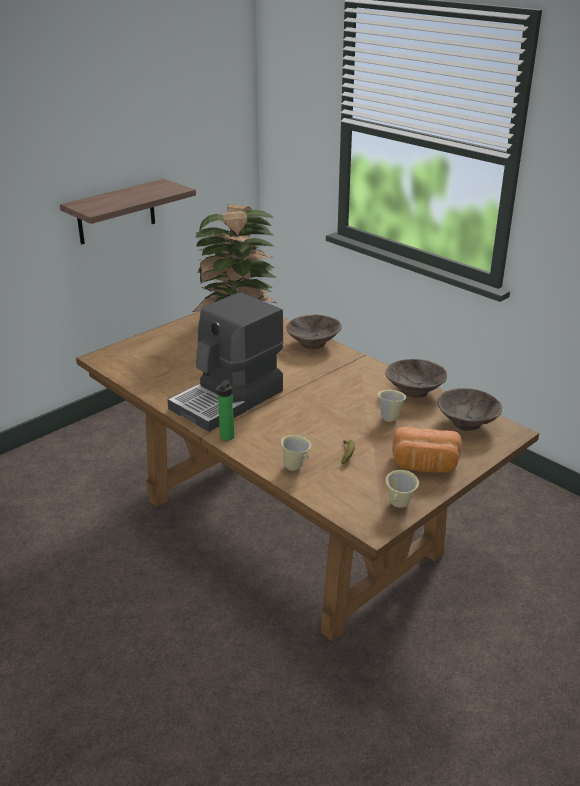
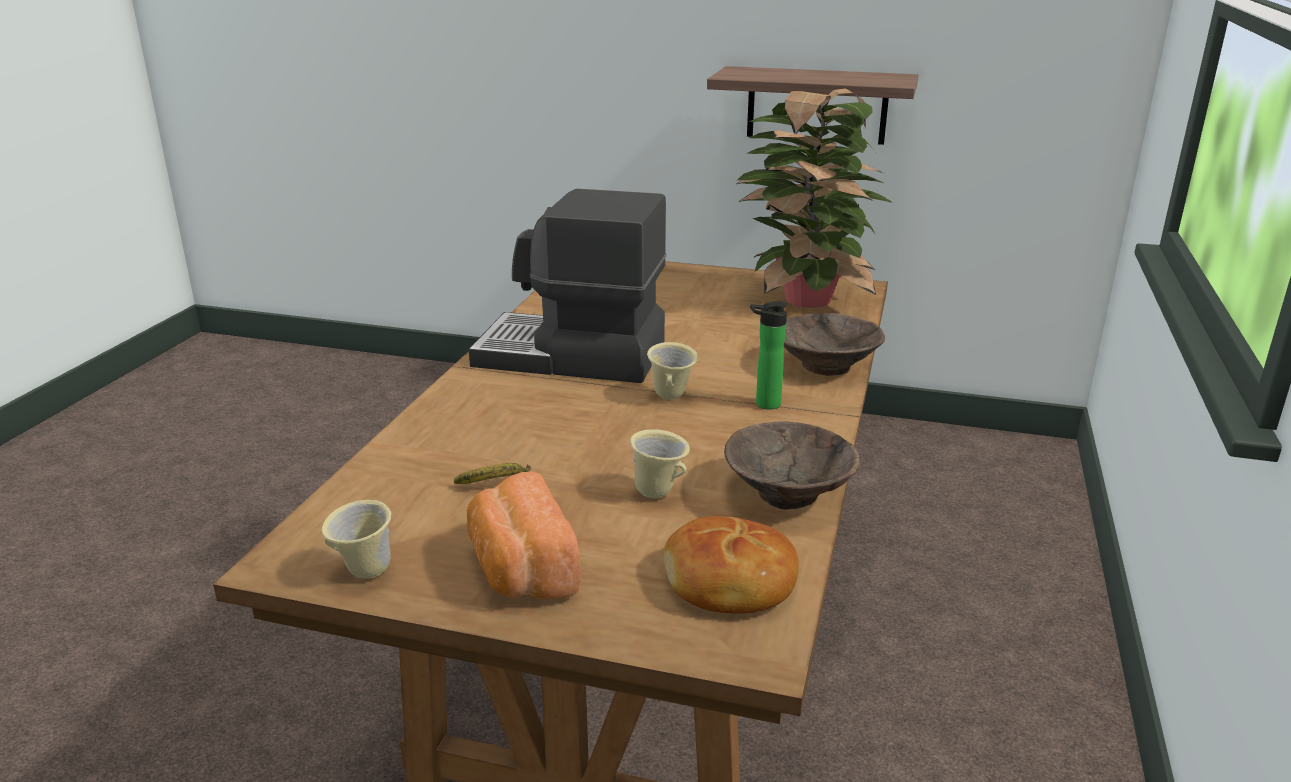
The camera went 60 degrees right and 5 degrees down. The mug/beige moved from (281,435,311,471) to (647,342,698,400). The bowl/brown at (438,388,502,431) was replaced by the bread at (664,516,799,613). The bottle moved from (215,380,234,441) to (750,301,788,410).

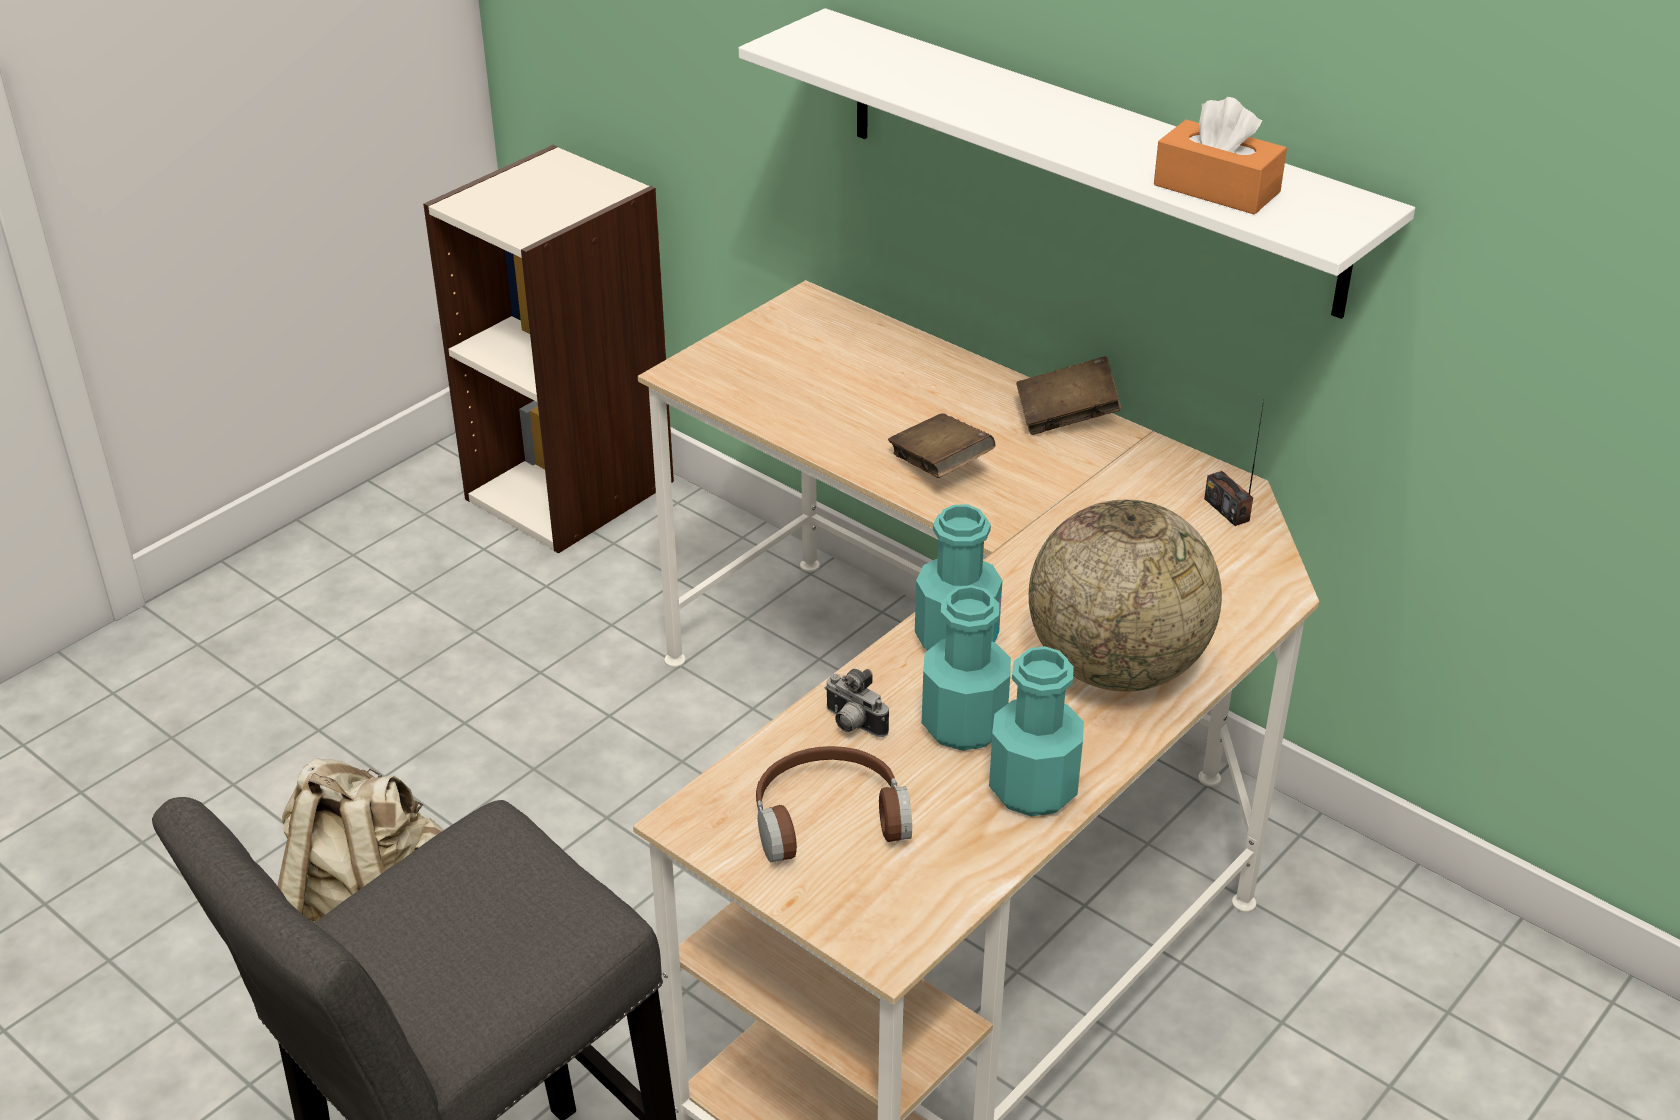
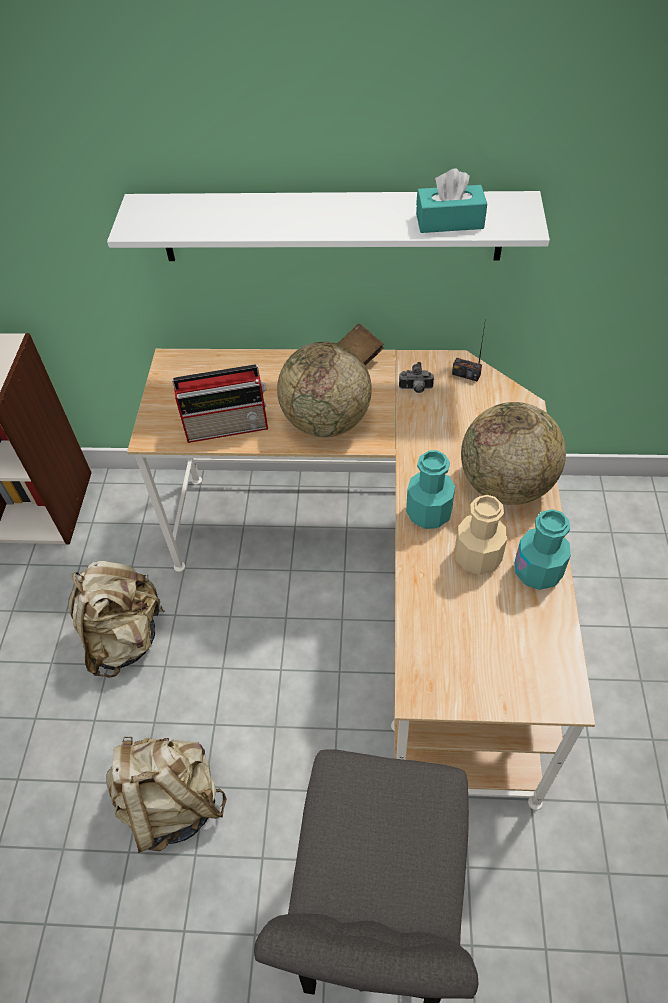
The camera went 35 degrees left and 15 degrees up. The backpack/beige at (68,561,165,678) appeared. The radio at (172,364,268,443) appeared. The book/brown at (888,413,996,478) was replaced by the globe at (277,341,372,437). The photo camera moved from (824,669,889,737) to (399,362,434,393). The tissue box/orange at (1154,97,1287,215) became the tissue box/turquoise at (416,168,487,233). The bottle/turquoise at (922,585,1011,751) became the bottle/beige at (455,495,507,575). The headphones/brown at (756,746,912,863) disappeared.

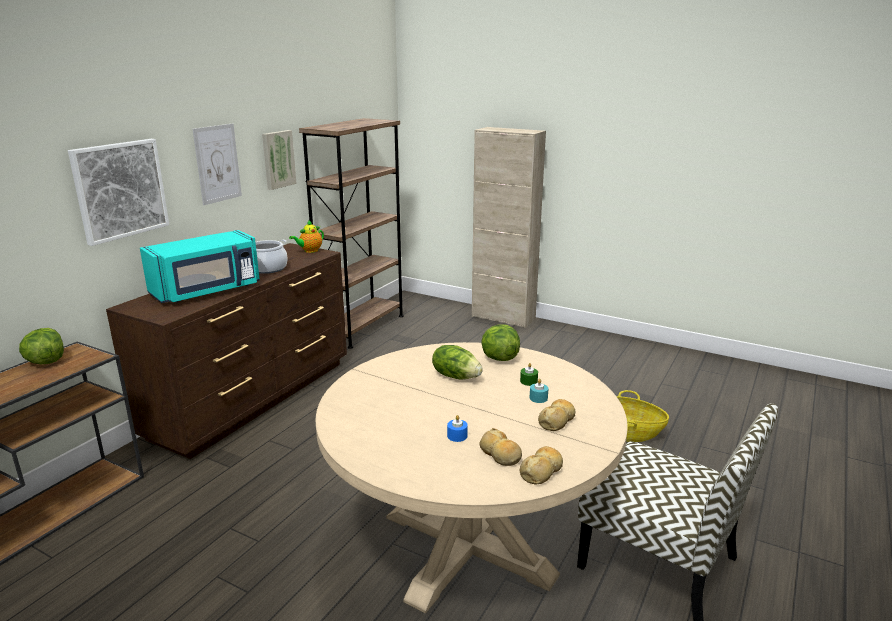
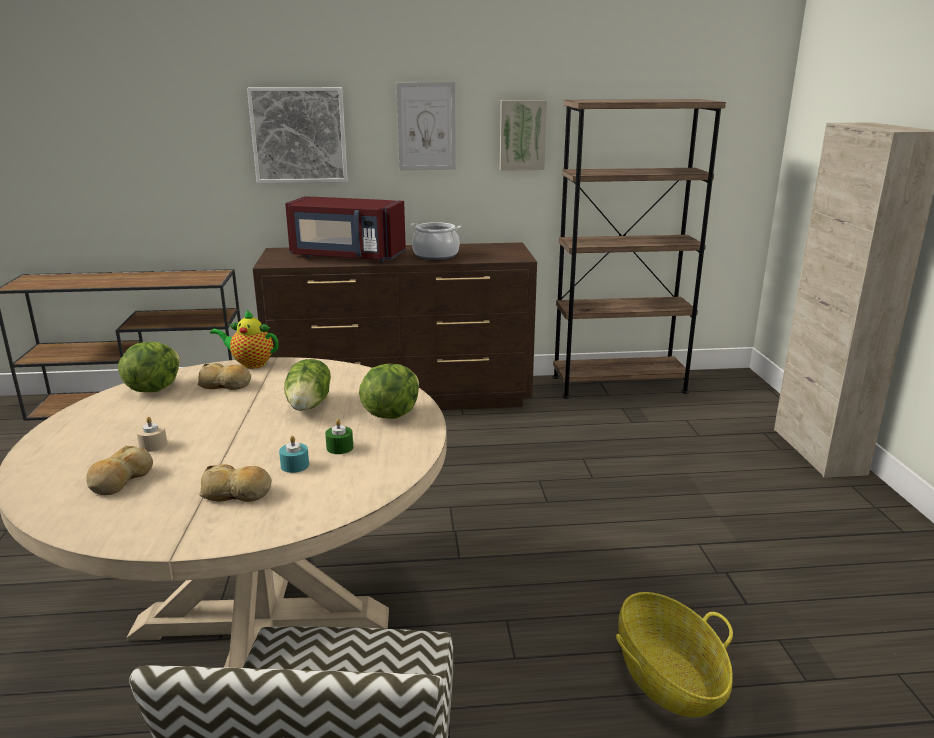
The camera went 55 degrees right and 0 degrees up. The lettuce moved from (19,328,64,364) to (118,342,180,392). The candle/blue at (447,415,468,442) became the candle/beige at (136,417,167,452). The bread moved from (520,446,563,484) to (197,363,251,390). The teapot moved from (289,220,324,253) to (210,309,279,369). The microwave/turquoise at (140,230,260,303) became the microwave/red at (285,196,406,262).

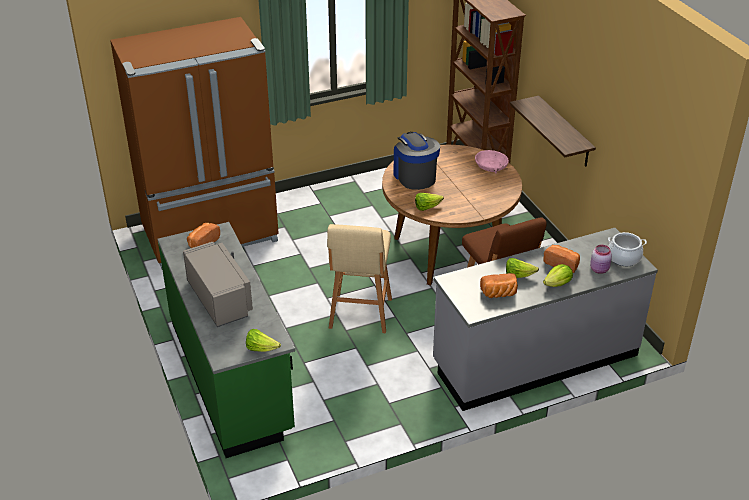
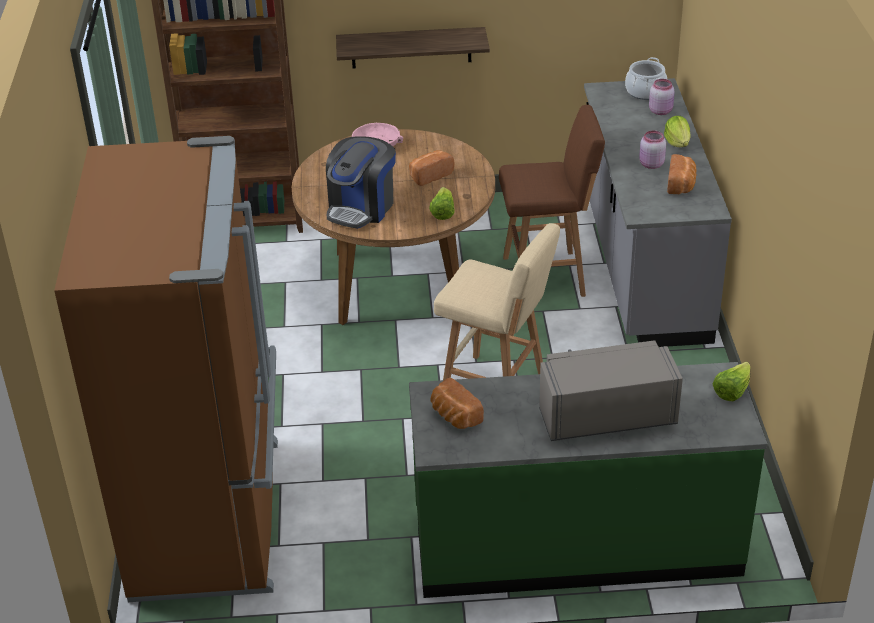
The camera went 70 degrees left and 0 degrees up. The coffee machine at (394,132,440,190) turned 60 degrees counterclockwise. The bread moved from (543,245,580,273) to (409,150,455,186). The lettuce at (506,258,539,278) was replaced by the jar/pink at (639,131,666,169).

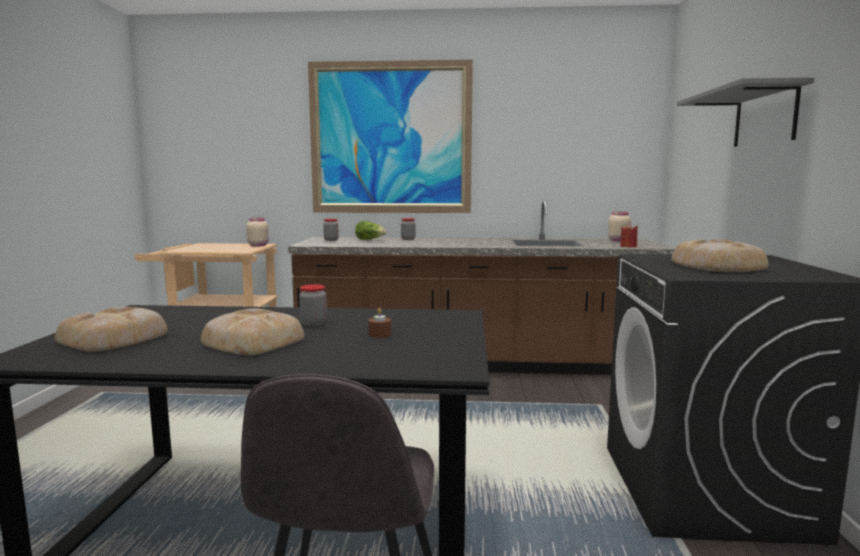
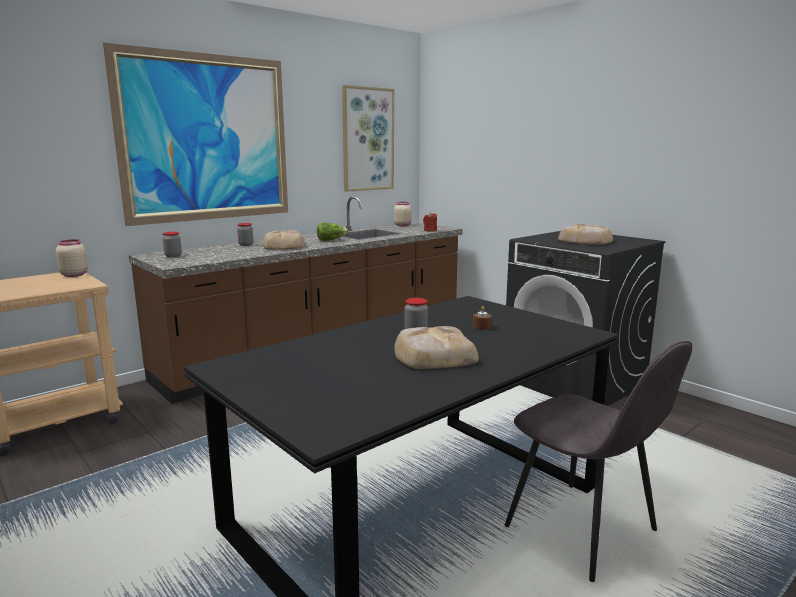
The camera went 45 degrees left and 5 degrees up. The bread moved from (55,307,168,352) to (263,230,305,250). The lettuce moved from (355,221,387,240) to (317,223,349,241). The picture at (342,85,394,192) appeared. The shelf/grey at (677,77,814,147) disappeared.

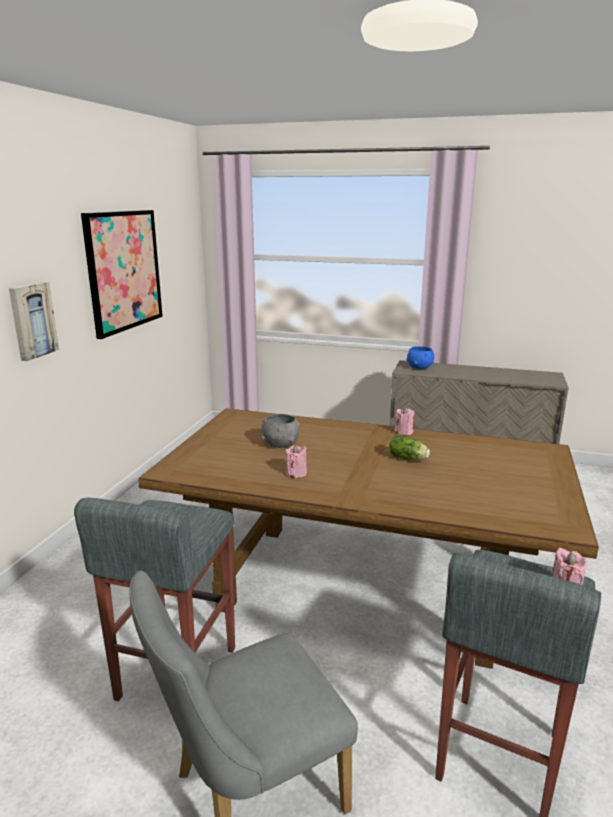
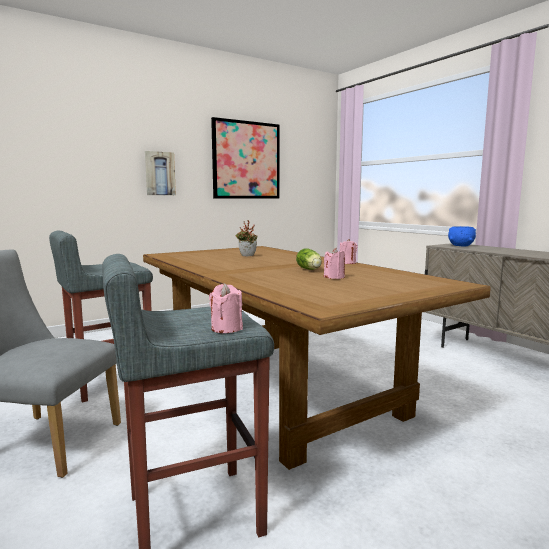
The camera went 40 degrees right and 10 degrees down. The bowl/grey at (261,414,299,448) was replaced by the potted plant at (236,220,257,256). The candle/pink moved from (286,444,307,478) to (324,248,345,279).

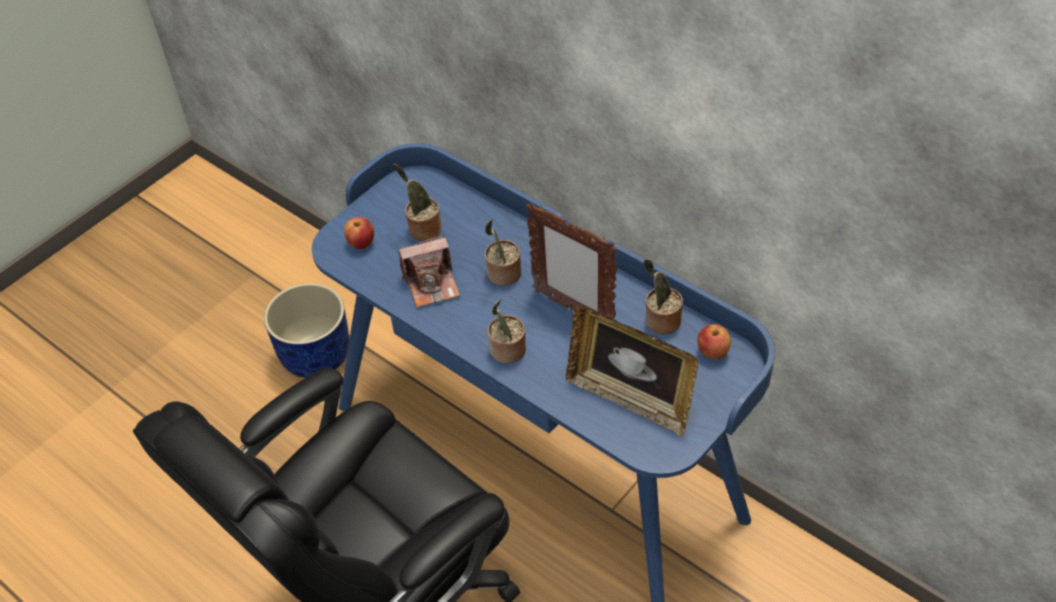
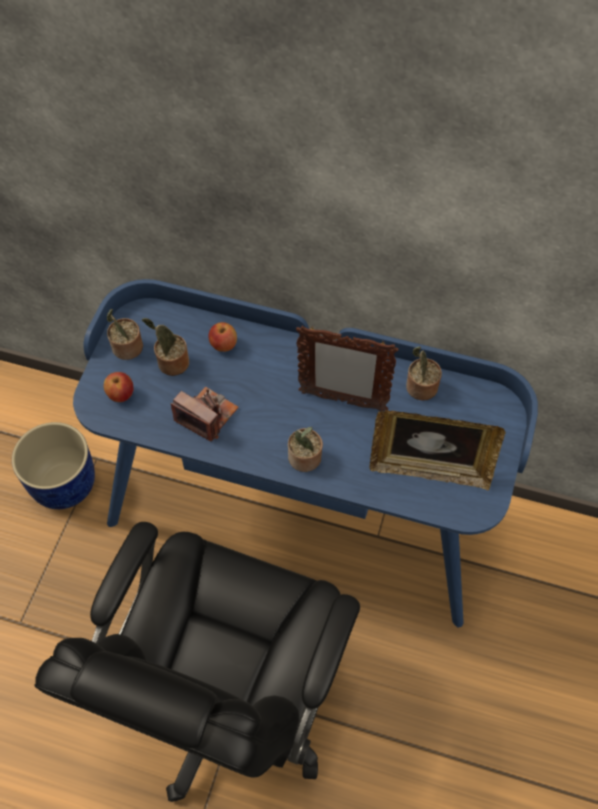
The camera went 25 degrees left and 10 degrees up. The potted plant moved from (485,219,521,286) to (107,309,143,360). The photo camera at (398,235,460,308) turned 105 degrees counterclockwise. The apple moved from (698,324,731,359) to (208,322,237,352).

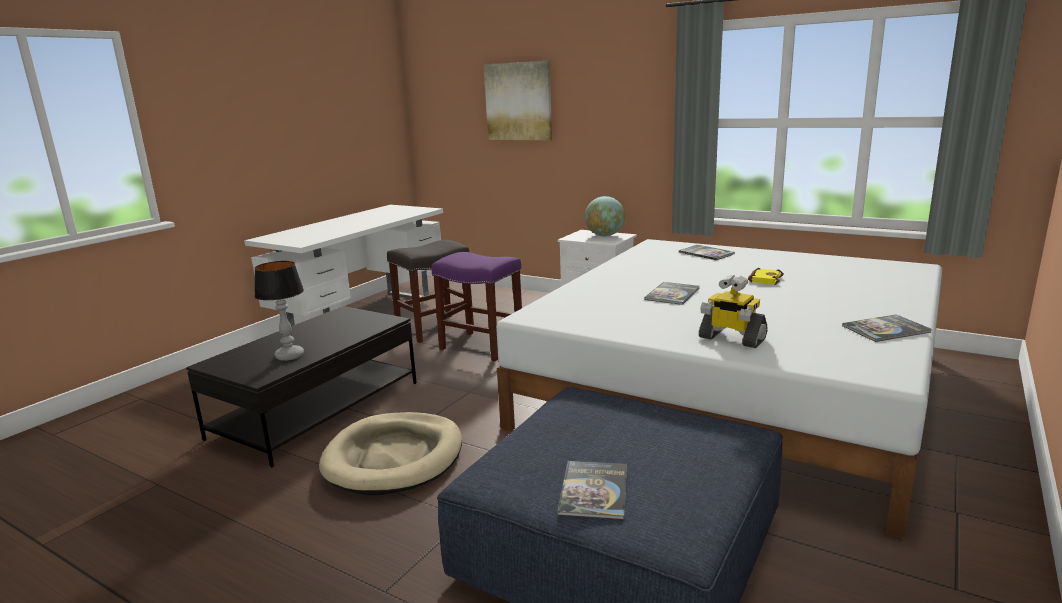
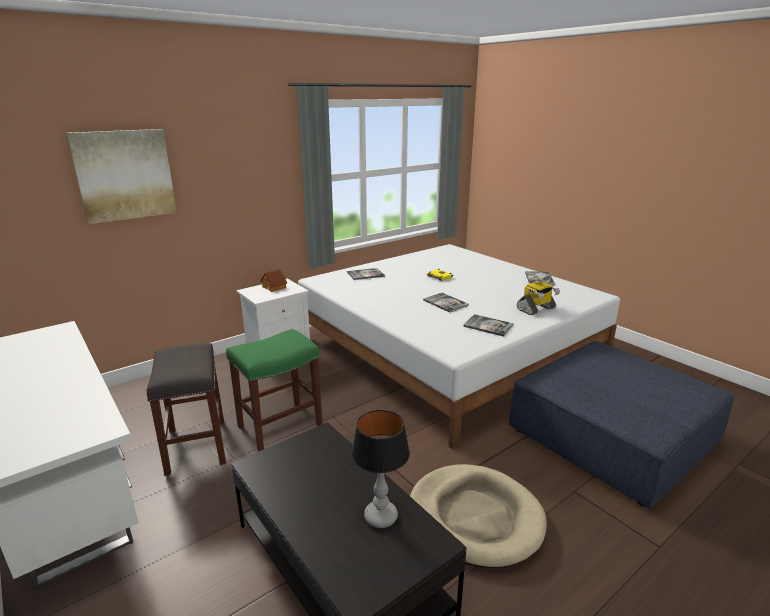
The camera went 70 degrees left and 5 degrees up. The stool/purple at (431,252,522,361) became the stool/green at (226,329,323,451). The globe at (585,196,625,236) was replaced by the toy house at (260,269,287,292). The book moved from (557,461,627,520) to (463,314,513,337).

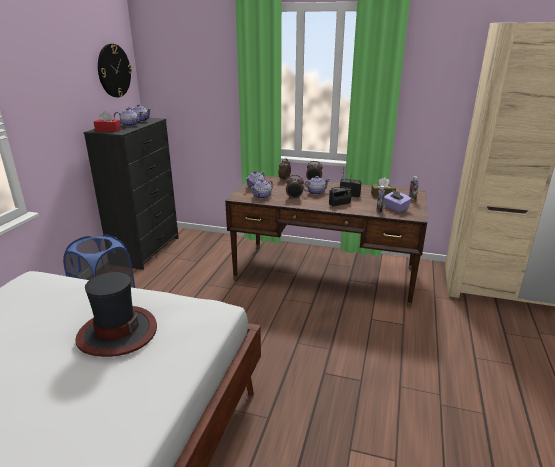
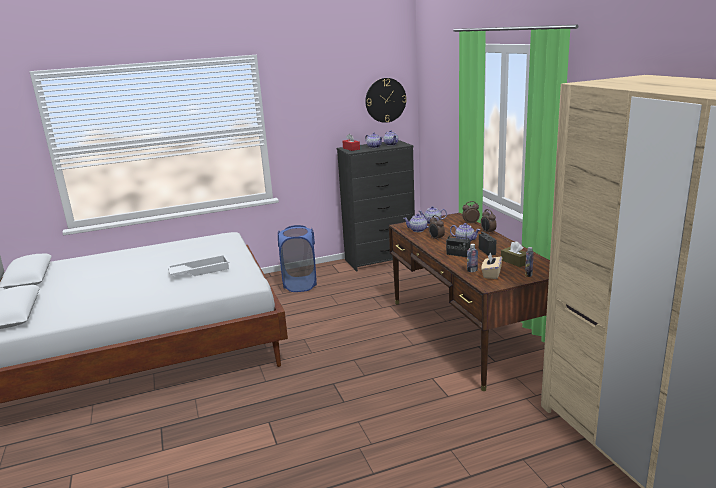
The camera went 55 degrees right and 5 degrees down. The hat at (75,272,157,357) was replaced by the tray/white at (167,254,230,276). The tissue box/purple at (384,189,412,212) became the tissue box/beige at (481,252,502,279).

